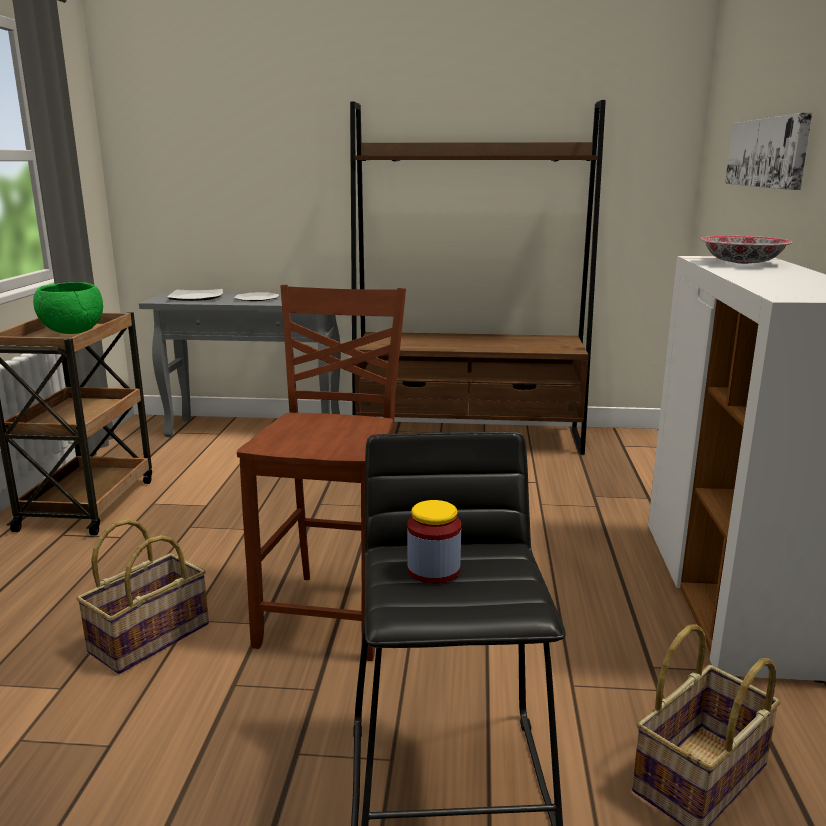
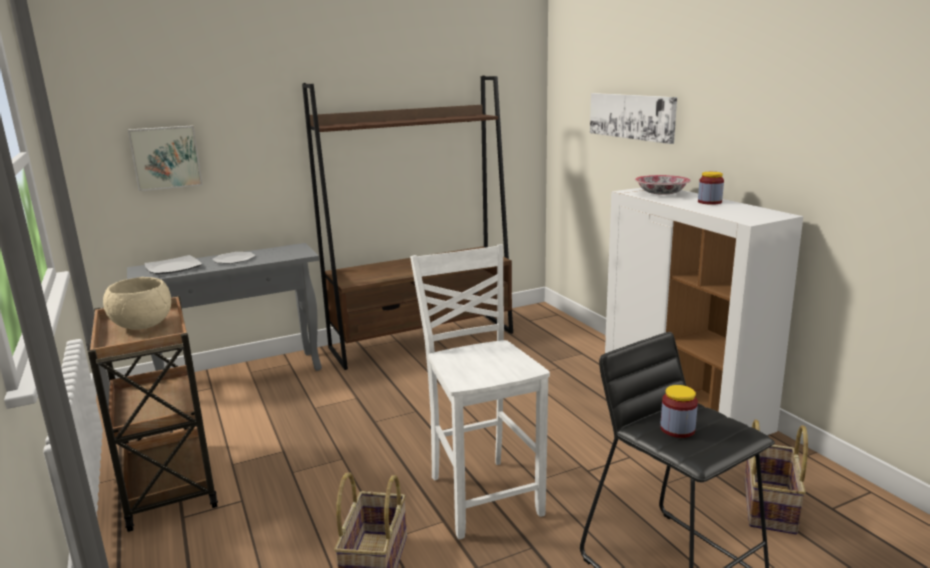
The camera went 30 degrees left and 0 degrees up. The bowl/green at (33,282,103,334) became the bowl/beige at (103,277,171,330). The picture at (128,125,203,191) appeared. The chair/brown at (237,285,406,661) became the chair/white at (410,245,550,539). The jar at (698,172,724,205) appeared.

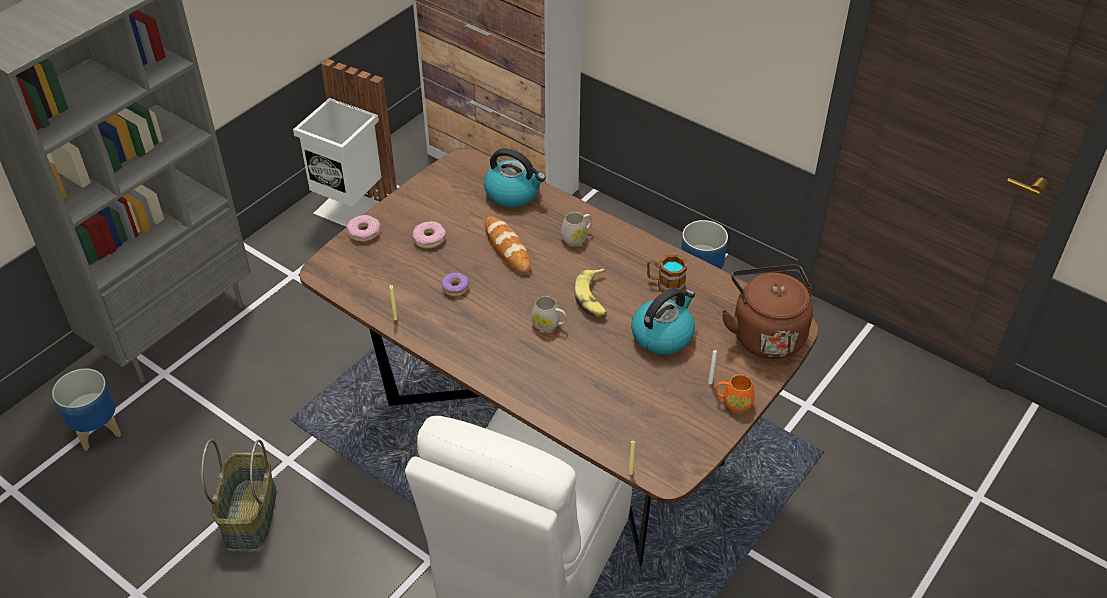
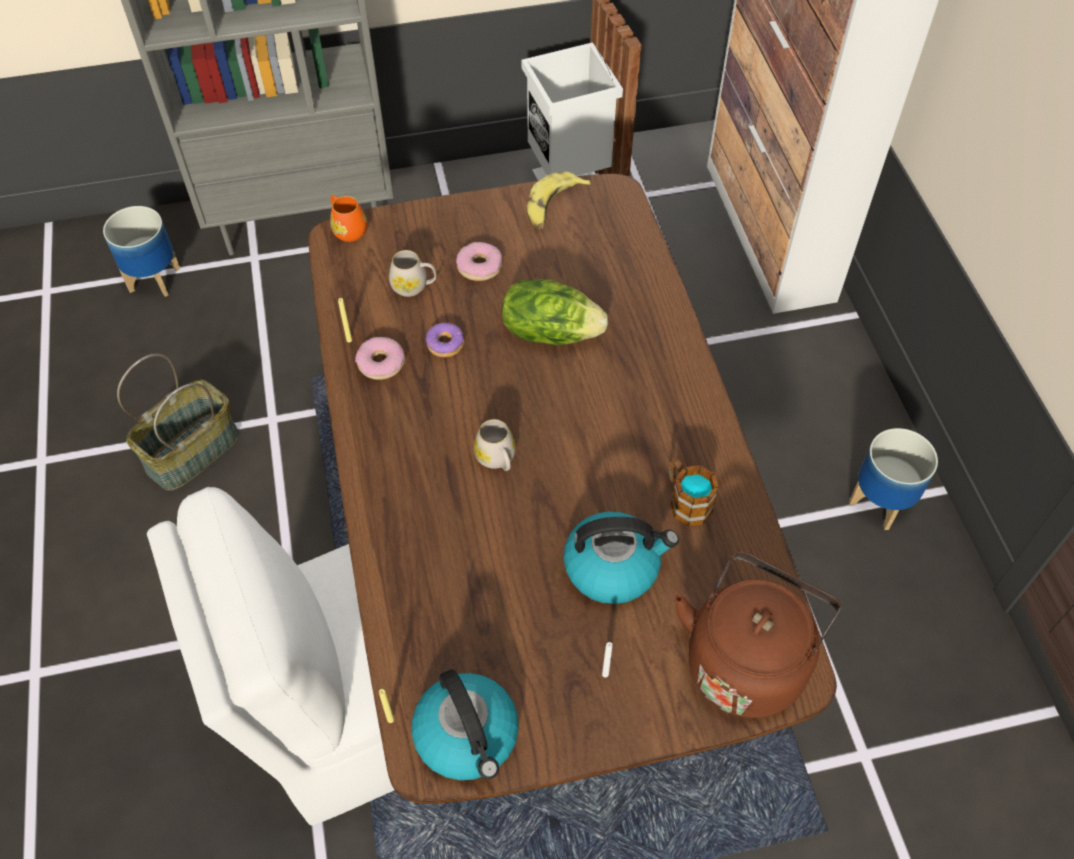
The camera went 40 degrees right and 10 degrees up. The mug/orange moved from (716,375,755,412) to (330,195,367,242). The donut moved from (347,215,380,242) to (355,337,405,380). The mug/white moved from (561,212,592,246) to (389,250,437,297). The kettle moved from (484,148,546,207) to (412,669,519,780). The bread at (485,216,531,274) was replaced by the lettuce at (502,279,608,345). The banana moved from (574,268,607,318) to (527,171,591,229).

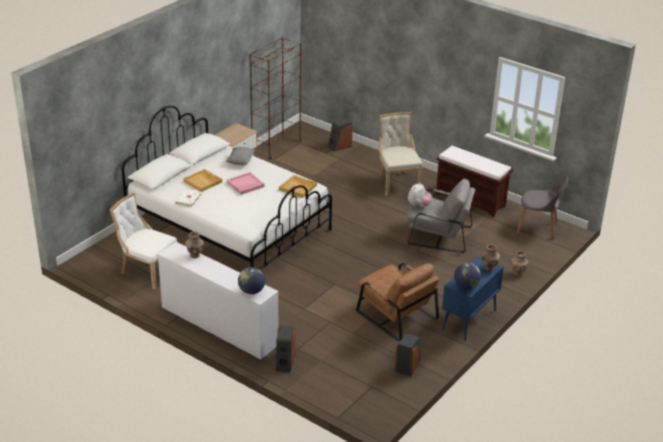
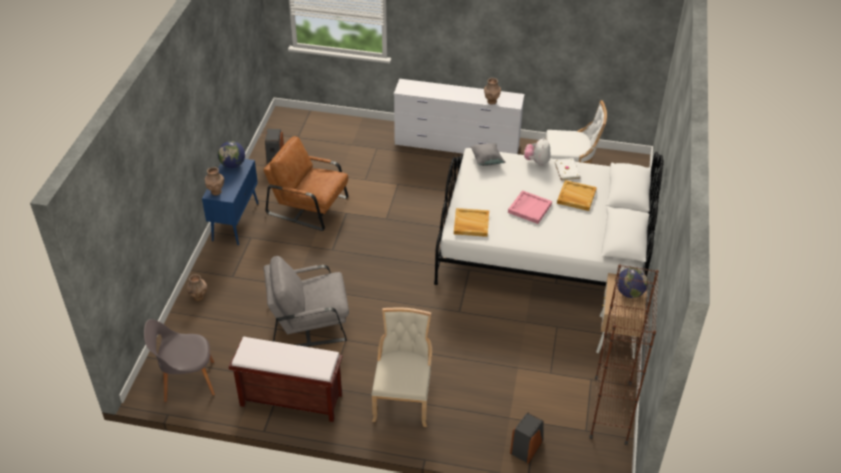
The camera went 155 degrees right and 10 degrees up. The chair/beige at (378,112,423,196) turned 135 degrees counterclockwise. The pillow/grey moved from (226,147,255,165) to (471,143,505,166). The plush toy moved from (408,182,432,206) to (524,138,551,166). The globe moved from (238,267,265,294) to (617,268,648,298). The speaker at (276,325,296,372) disappeared.

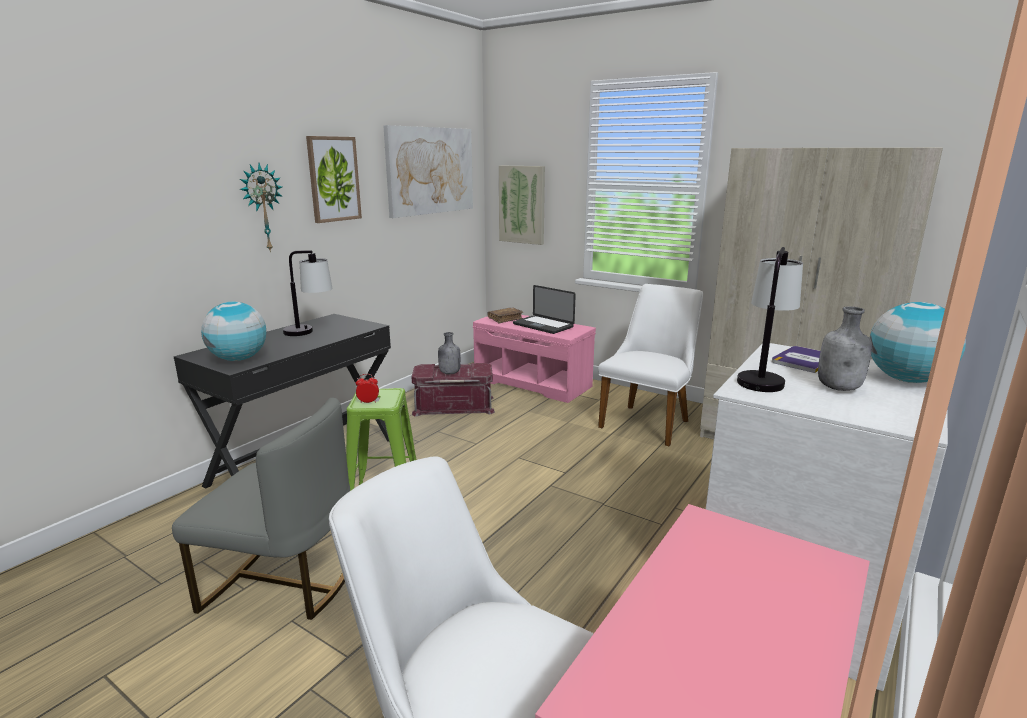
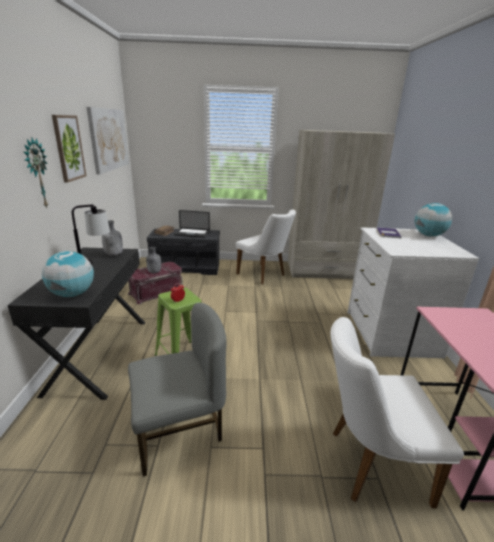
The camera went 35 degrees left and 5 degrees up. The bottle/grey moved from (818,306,872,391) to (102,220,123,256). The bench/pink at (473,315,596,403) became the bench/grey at (147,228,220,275). The chair/white at (598,284,703,446) turned 135 degrees clockwise. The picture at (499,166,545,245) disappeared. The table lamp at (737,247,803,392) disappeared.

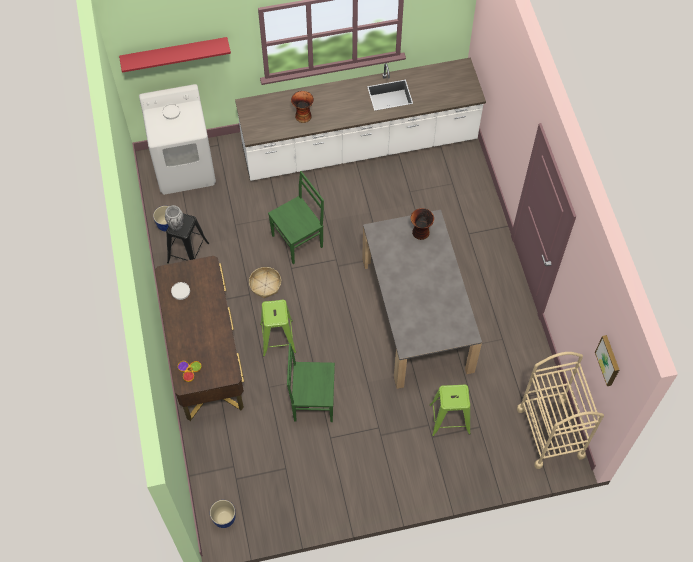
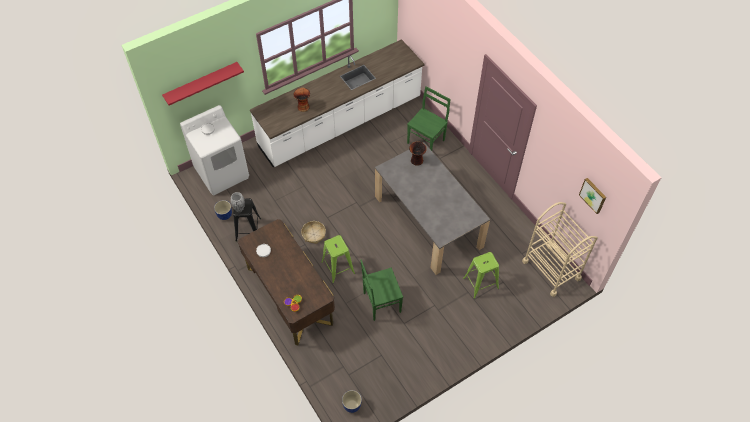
The camera went 20 degrees left and 5 degrees down. The chair/green moved from (268,171,324,264) to (407,86,451,151).

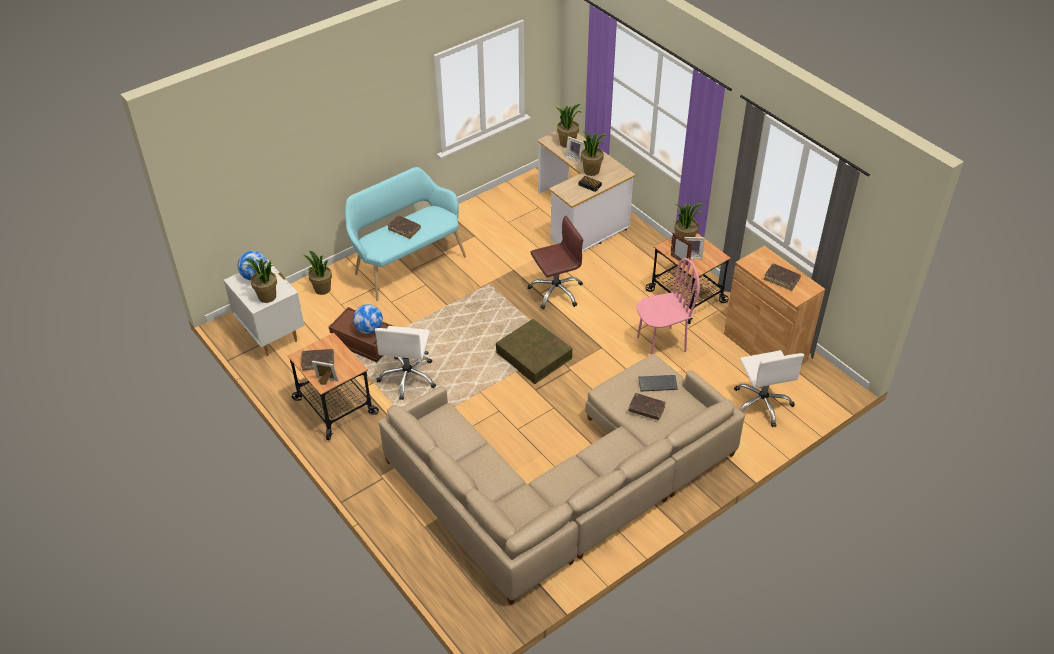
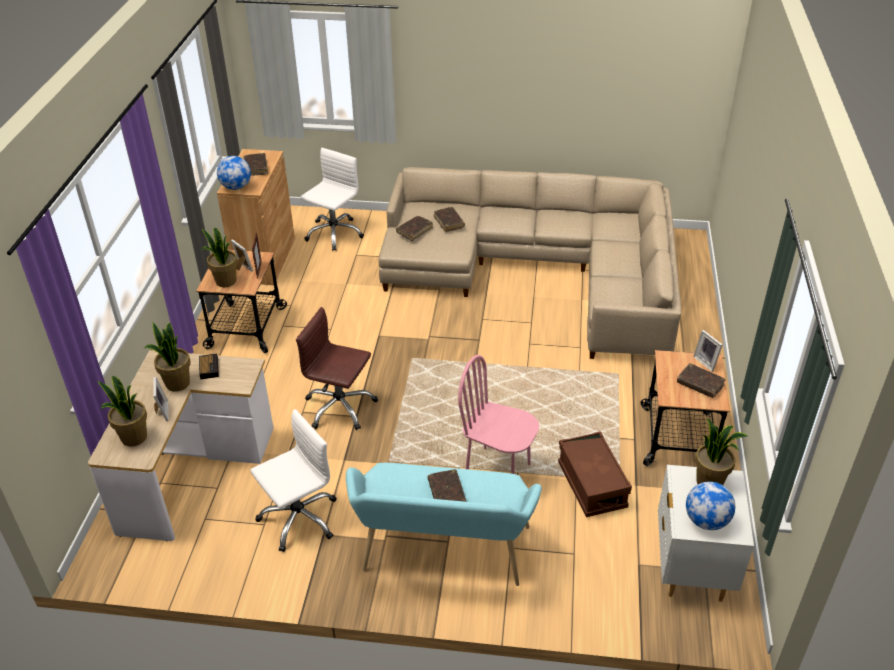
The camera went 135 degrees left and 5 degrees down. The globe moved from (353,304,383,334) to (217,156,251,190). The office chair/white moved from (375,326,436,400) to (250,409,337,552). The keyboard at (638,375,678,392) was replaced by the book/brown at (396,216,433,241). The chair/pink moved from (636,258,700,354) to (458,355,539,474). The potted plant at (303,251,332,295) disappeared. The storage box/brown at (496,319,572,384) disappeared.

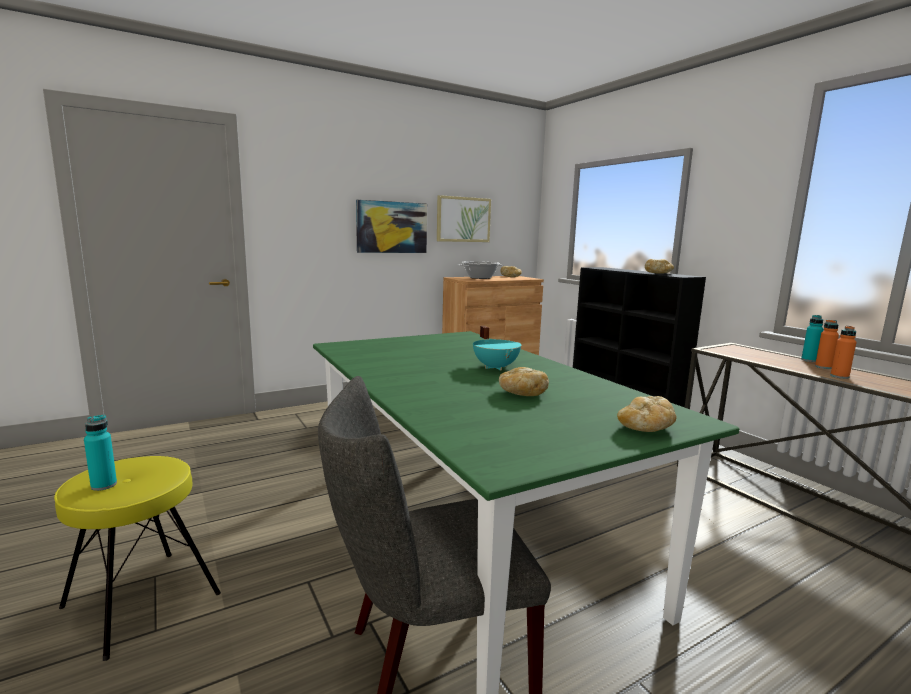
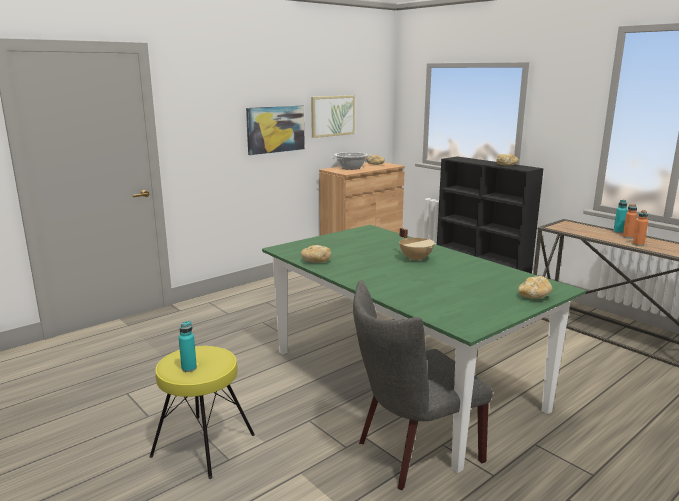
The camera went 10 degrees left and 5 degrees up. The bread moved from (499,367,549,396) to (301,245,331,263). The cooking pot/turquoise at (473,326,522,371) became the cooking pot/beige at (399,228,434,261).

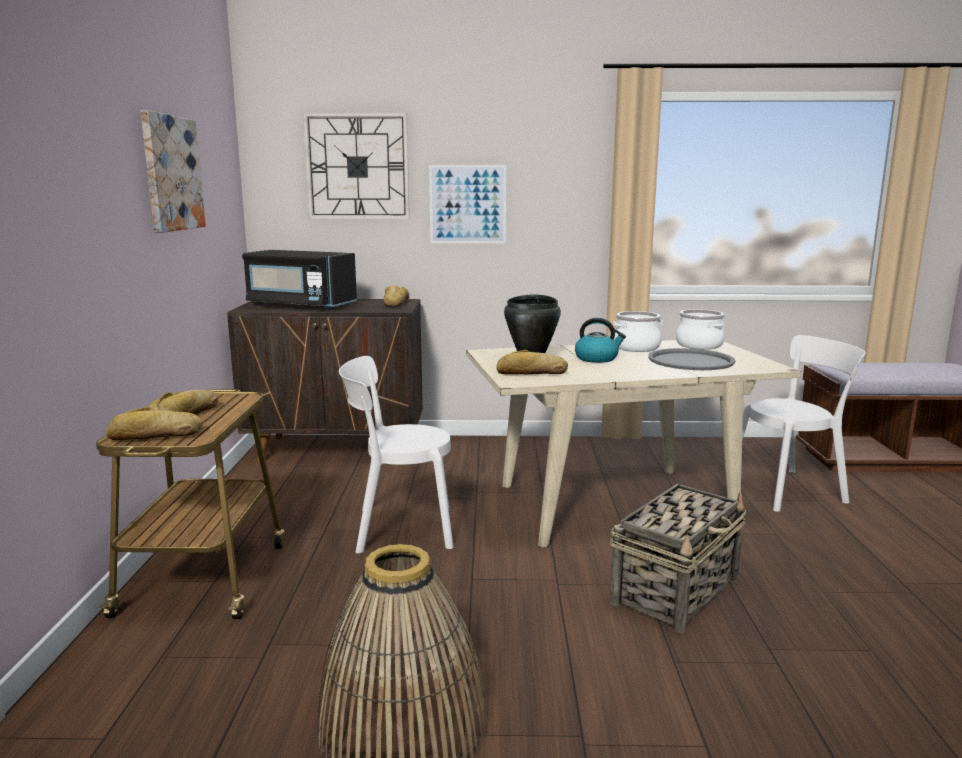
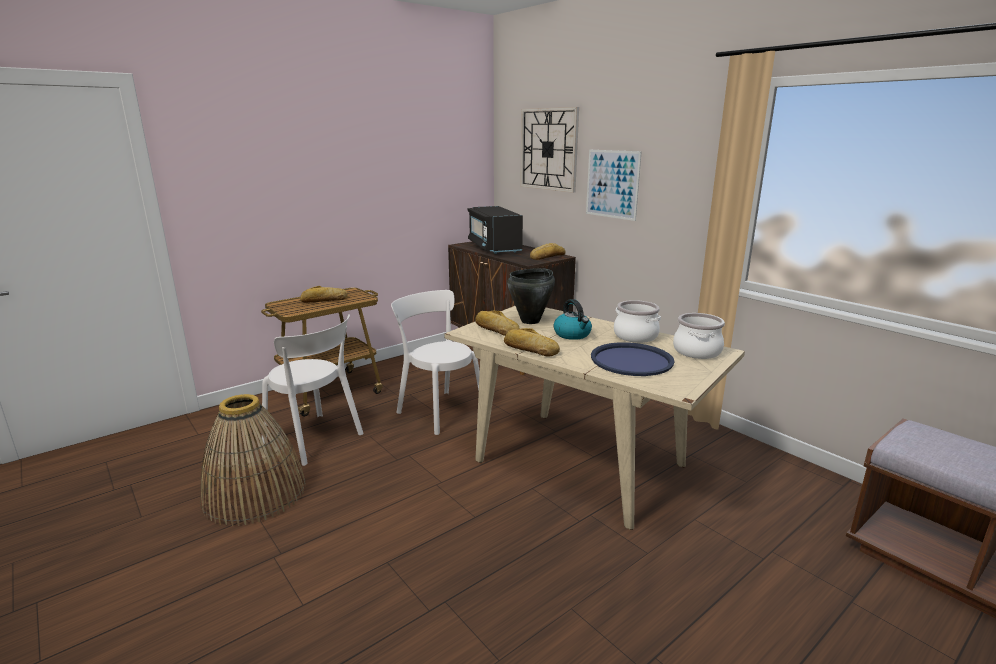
The camera went 50 degrees right and 5 degrees up. The chair/white moved from (742,335,866,512) to (262,314,364,466). The bread moved from (106,407,202,440) to (504,328,560,357). The tray/grey at (648,348,735,370) became the tray/blue at (591,342,674,376). The picture at (141,110,206,233) disappeared. The basket at (610,484,746,633) disappeared.

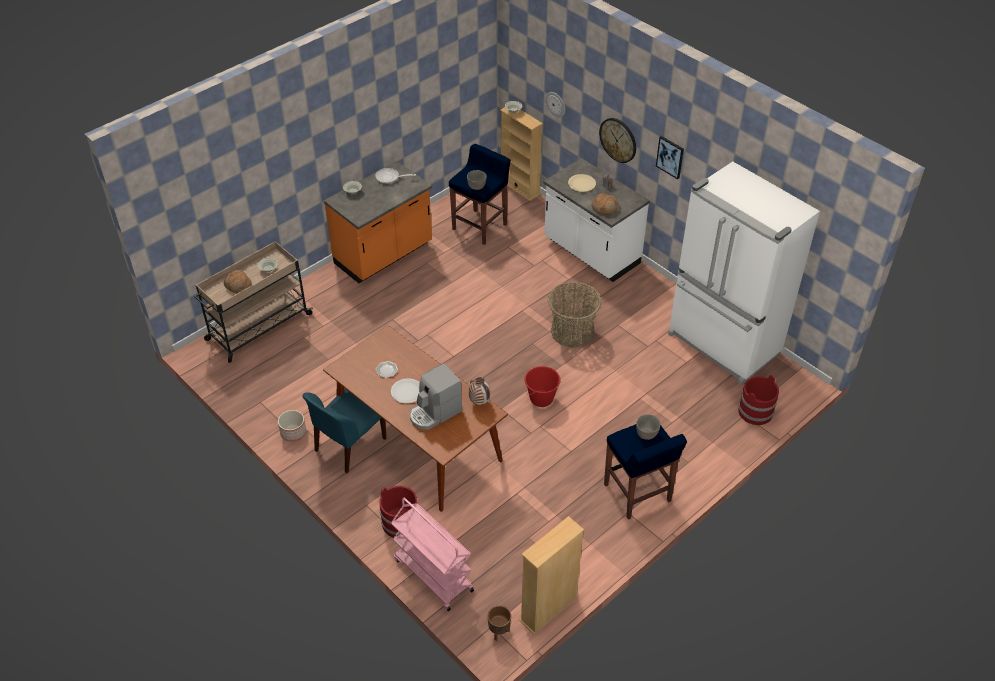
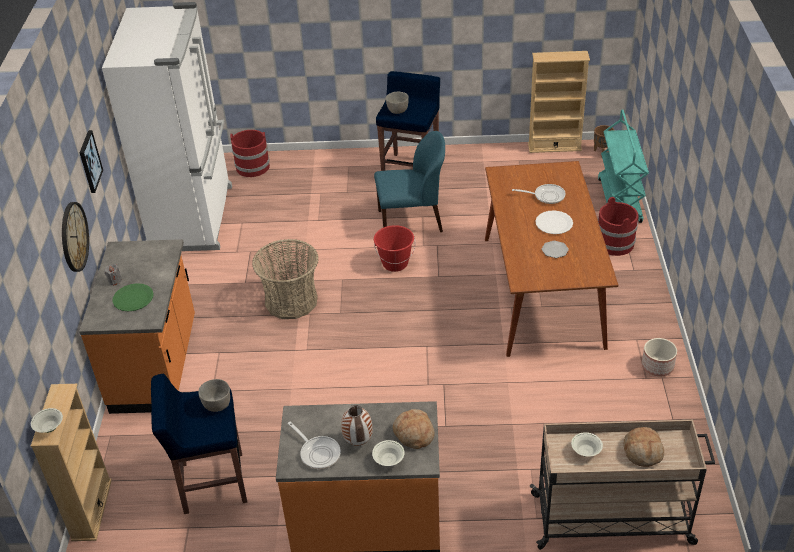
The camera went 135 degrees left and 5 degrees down. The counter/white at (543,158,650,282) became the counter/orange at (79,239,195,414). The plate/beige at (568,174,596,192) became the plate/green at (112,283,154,311). The vase moved from (469,377,490,405) to (341,405,373,446). The chair/blue moved from (302,389,387,473) to (374,131,445,232). The bread moved from (592,193,619,215) to (392,409,435,449). The coffee machine at (410,363,462,430) was replaced by the frying pan at (512,184,566,204). The cart/pink at (391,497,474,611) became the cart/turquoise at (598,110,649,223). The wall clock at (546,92,565,117) disappeared.

